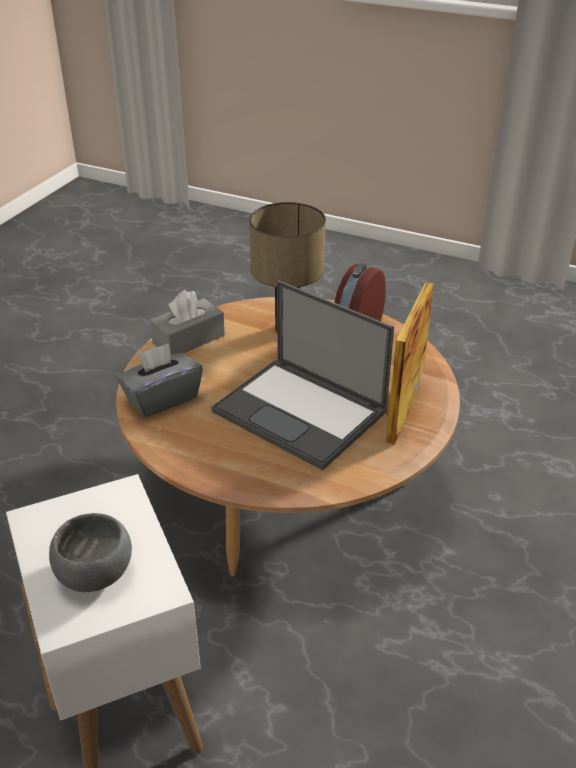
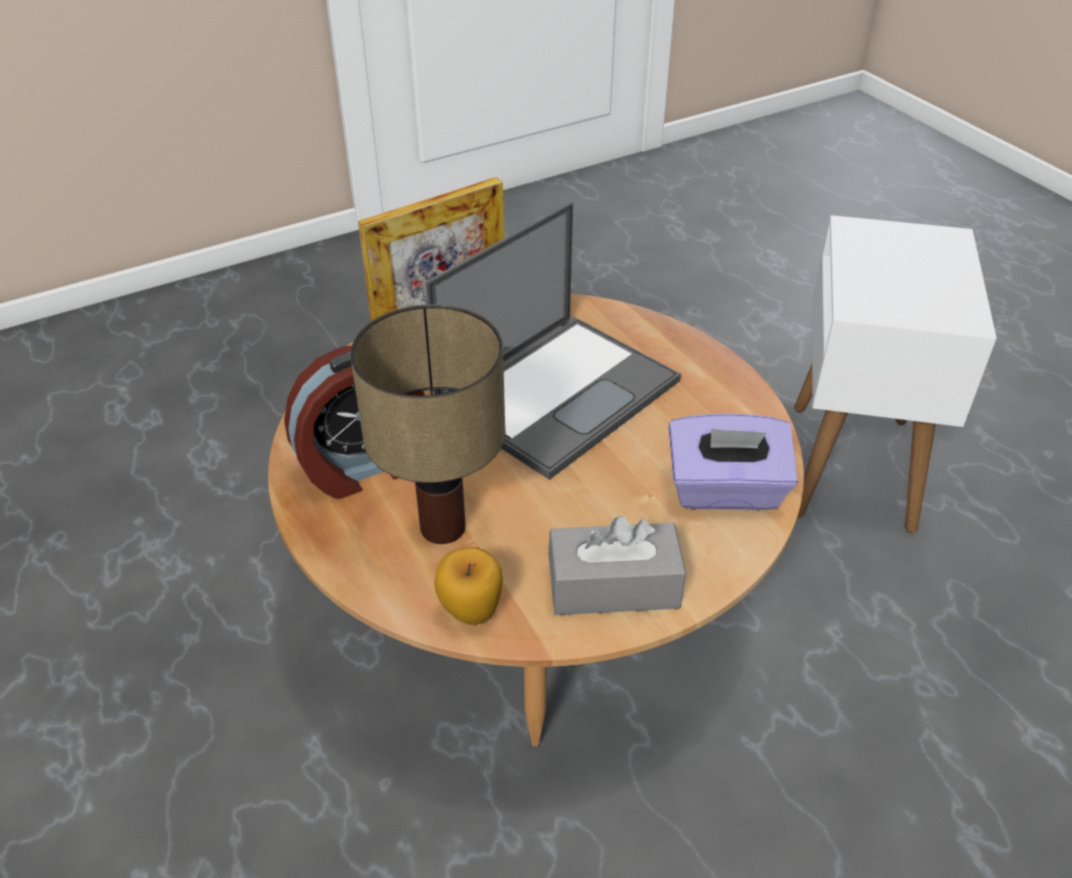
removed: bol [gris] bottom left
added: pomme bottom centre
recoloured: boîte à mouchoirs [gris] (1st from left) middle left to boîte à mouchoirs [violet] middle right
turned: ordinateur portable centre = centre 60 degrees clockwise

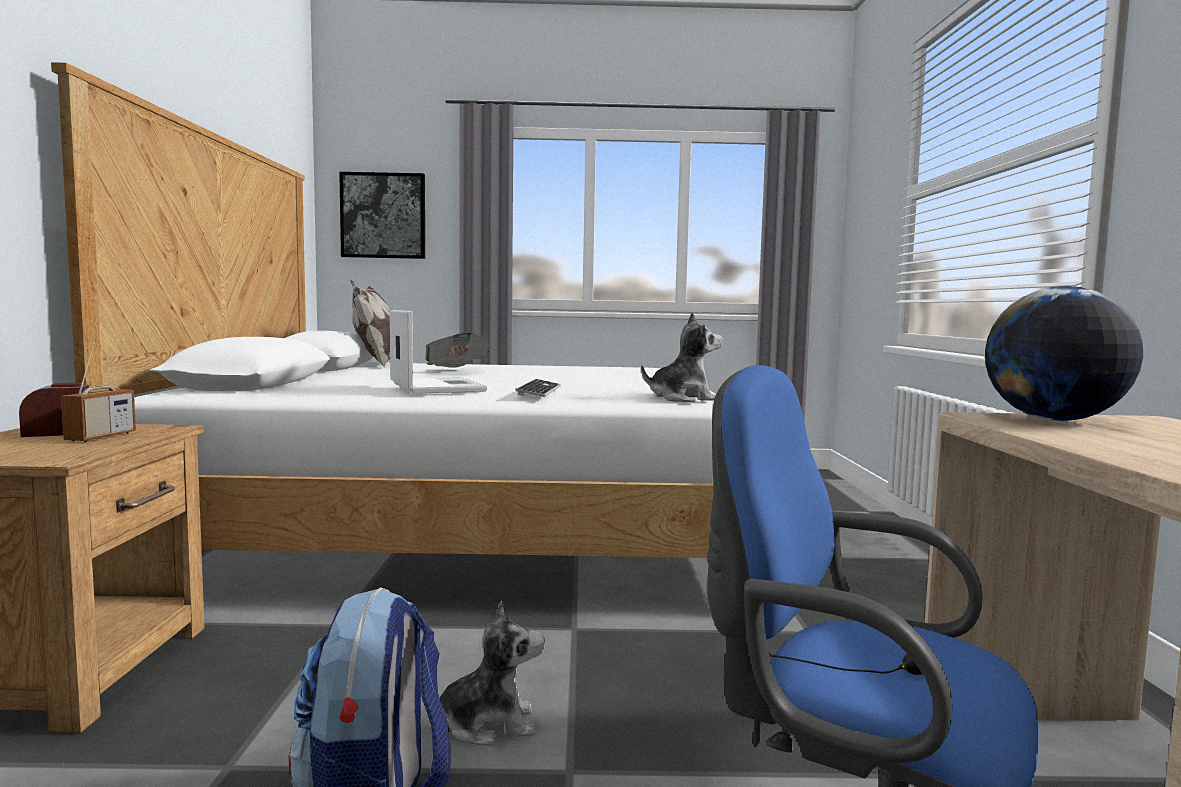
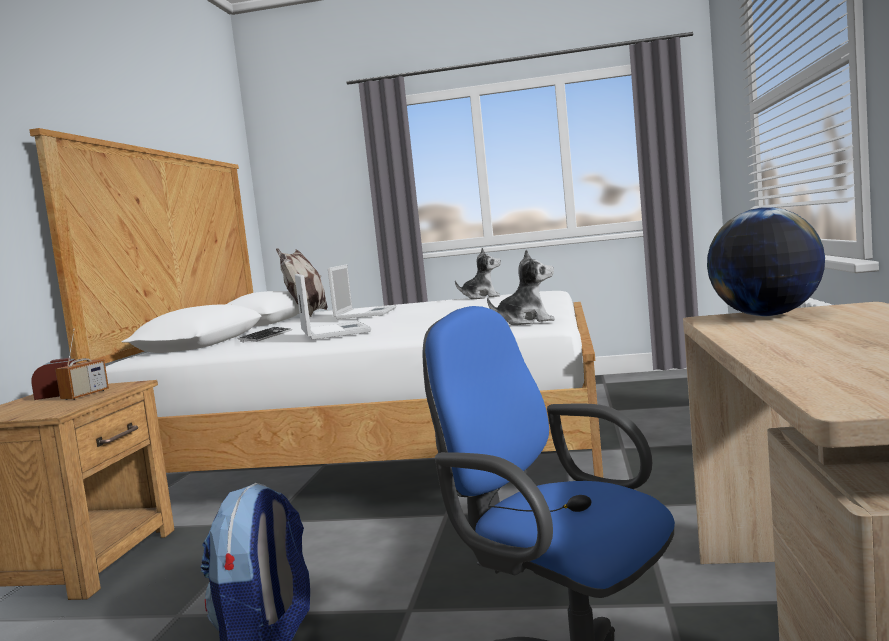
removed: tableau top left
moved: peluche (1st from left) bottom centre to centre; clavier centre to middle left
replaced: journal centre to ordinateur portable (2nd from left) centre

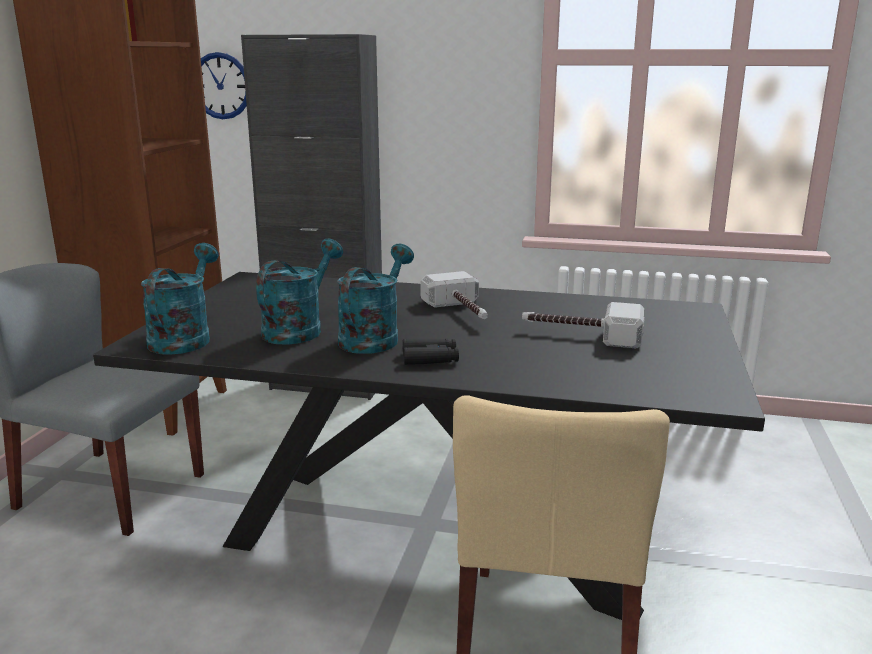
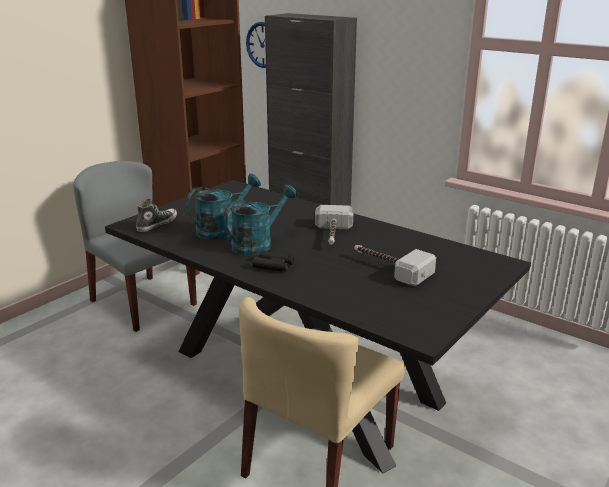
replaced: arrosoir [turquoise] (1st from left) middle left to chaussure middle left

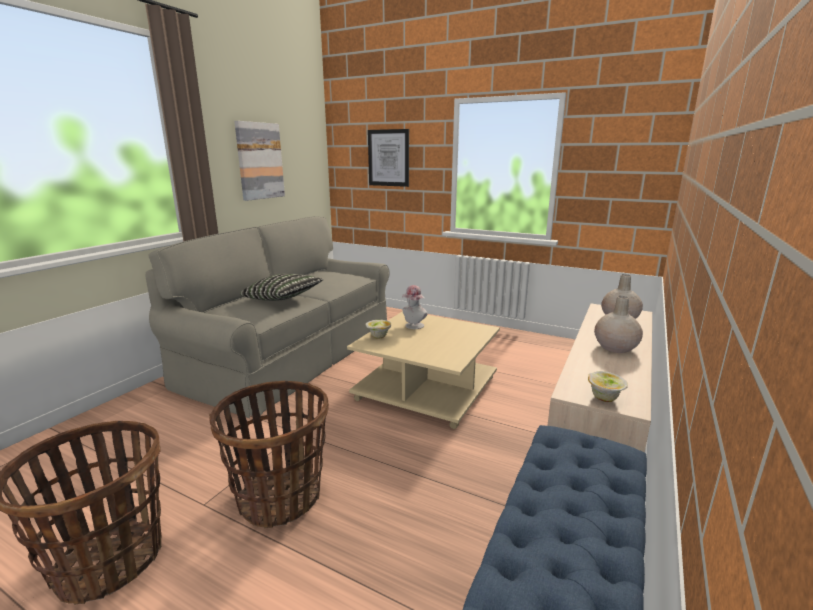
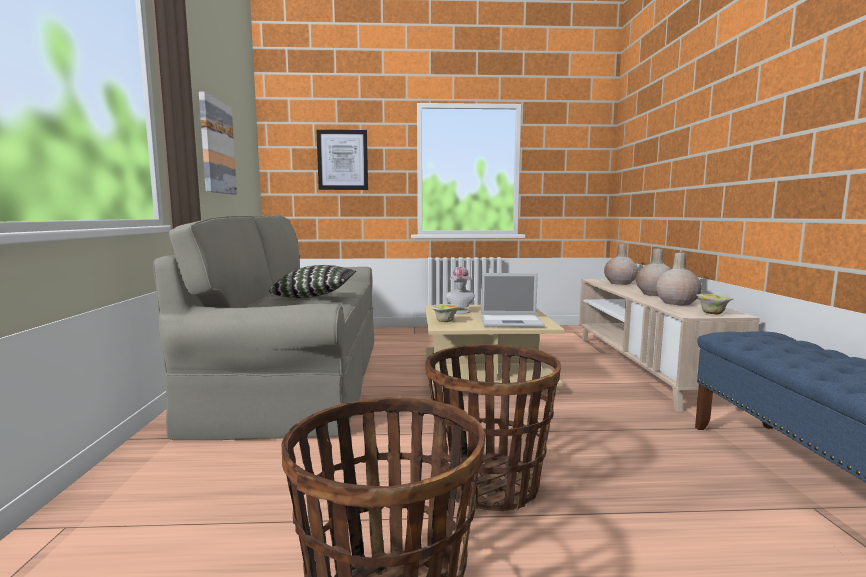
added: ordinateur portable centre; vase [beige] (3rd from left) middle right

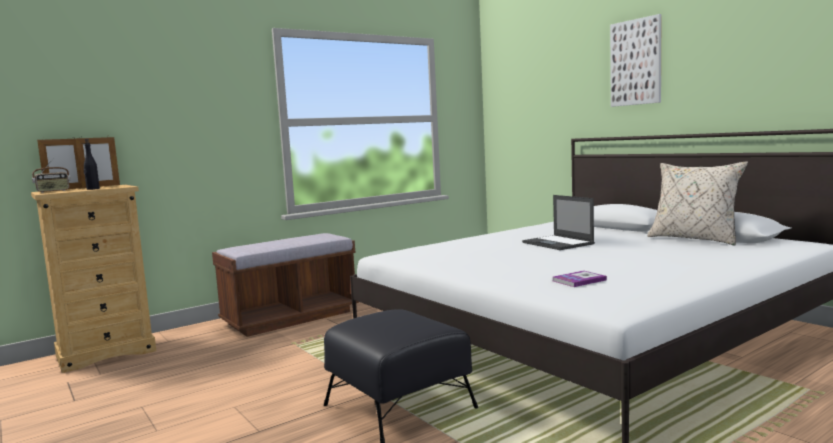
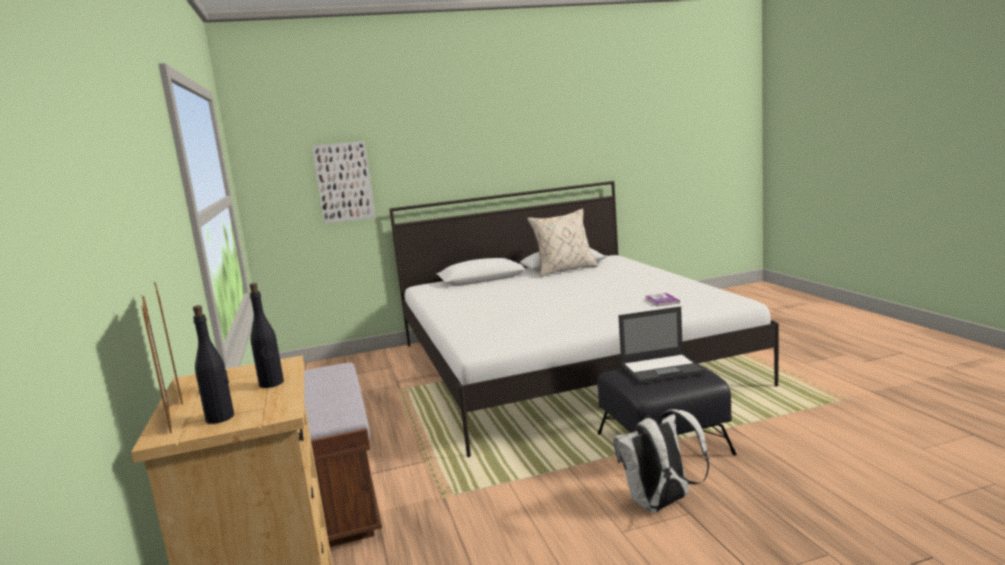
added: sac à dos [blanc] bottom centre
moved: ordinateur portable middle right to centre; tableau top right to top centre
replaced: radio middle left to bouteille [noir] (1st from left) middle left

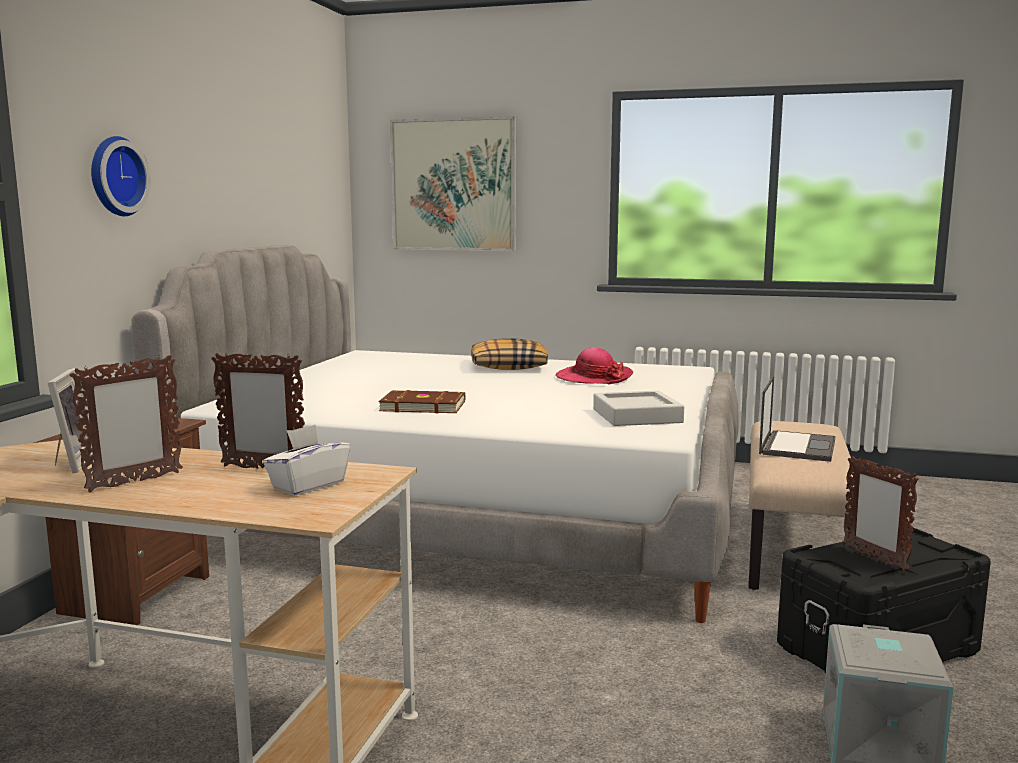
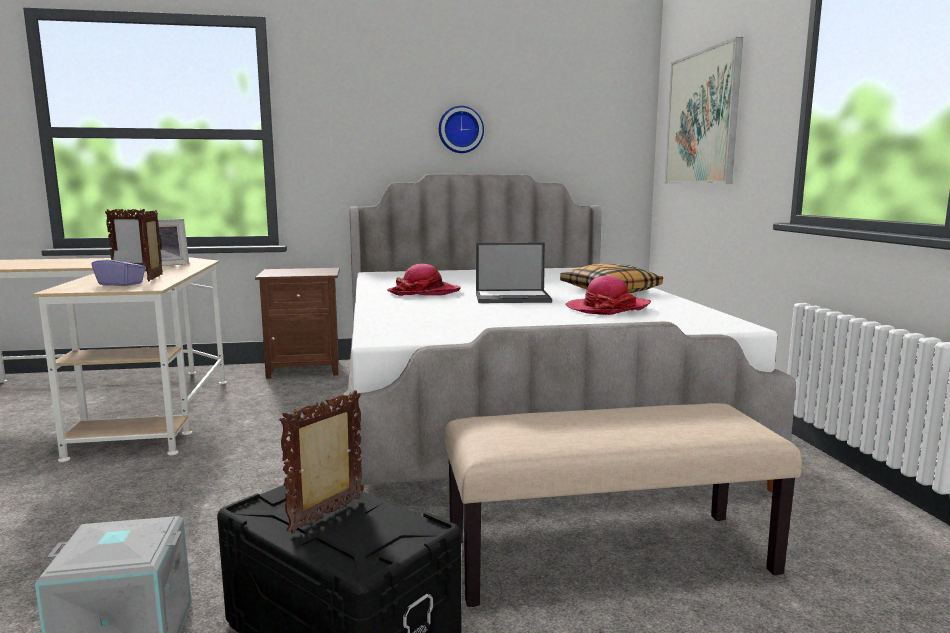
removed: plateau [gris] centre
moved: horloge murale top left to top centre; ordinateur portable middle right to centre
replaced: livre [marron] centre to chapeau (1st from left) centre
recoloured: boîte à mouchoirs [blanc] middle left to boîte à mouchoirs [violet] middle left

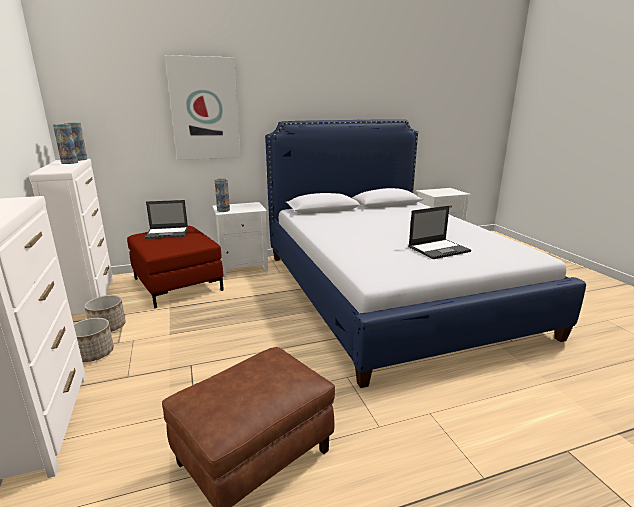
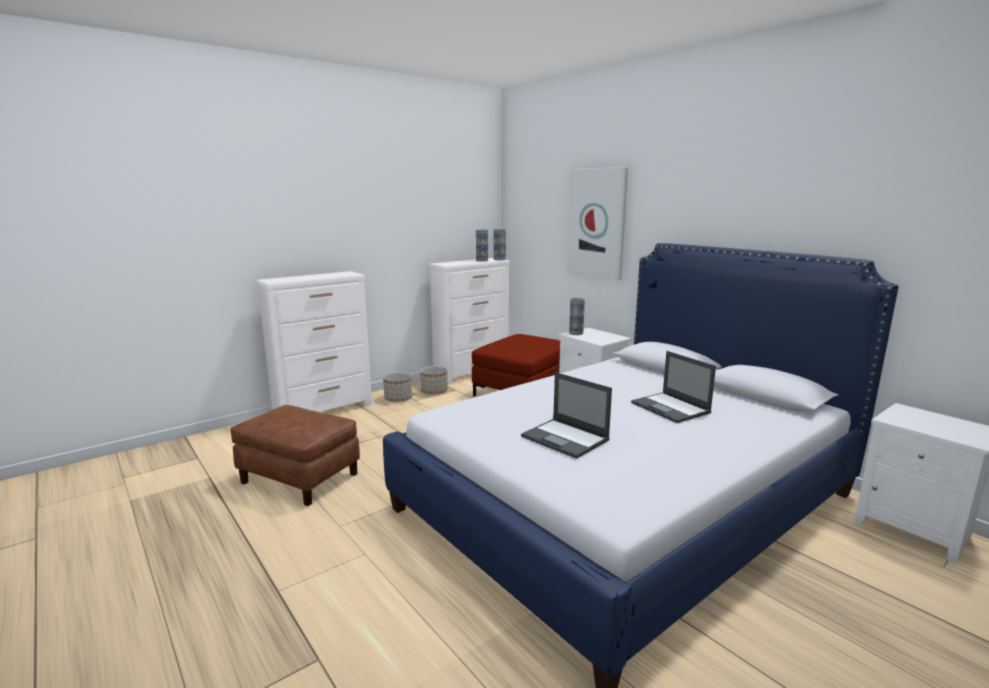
moved: ordinateur portable (1st from left in the first image) middle left to ordinateur portable (2nd from left) middle right

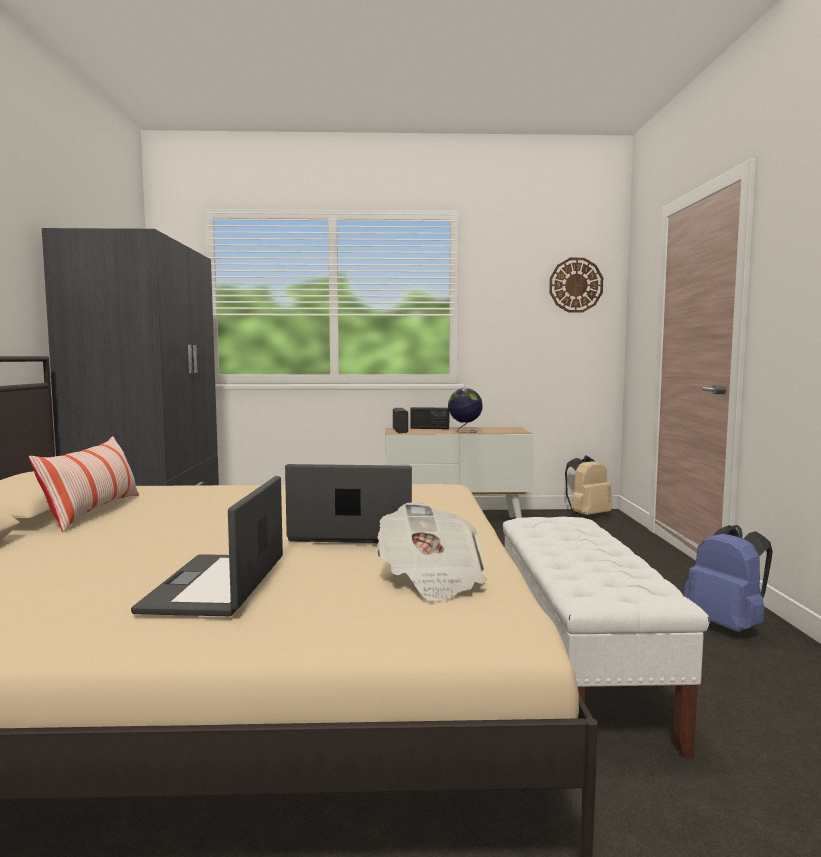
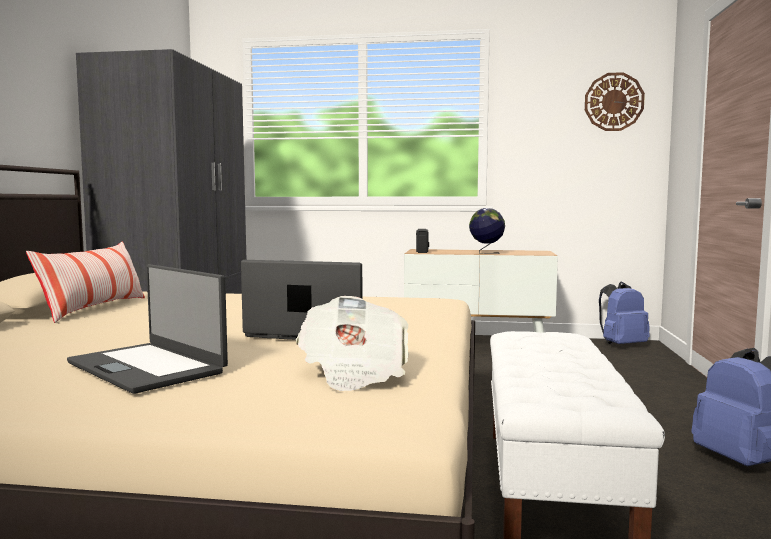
removed: radio (2nd from left) centre
recoloured: sac à dos [beige] middle right to sac à dos [bleu] (1st from left) middle right
turned: ordinateur portable (1st from left) middle left = middle left 60 degrees counterclockwise

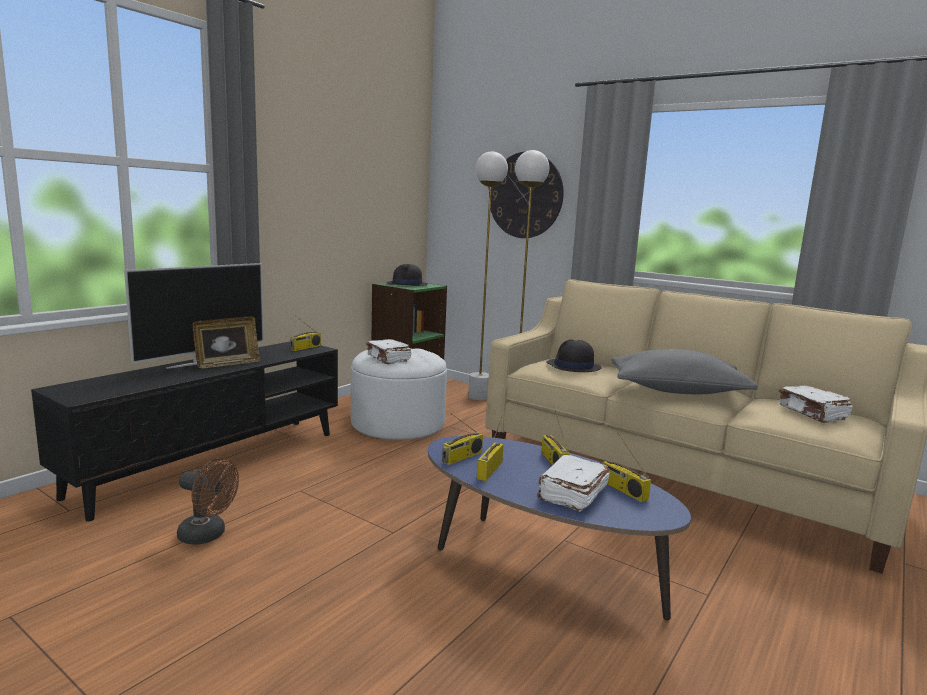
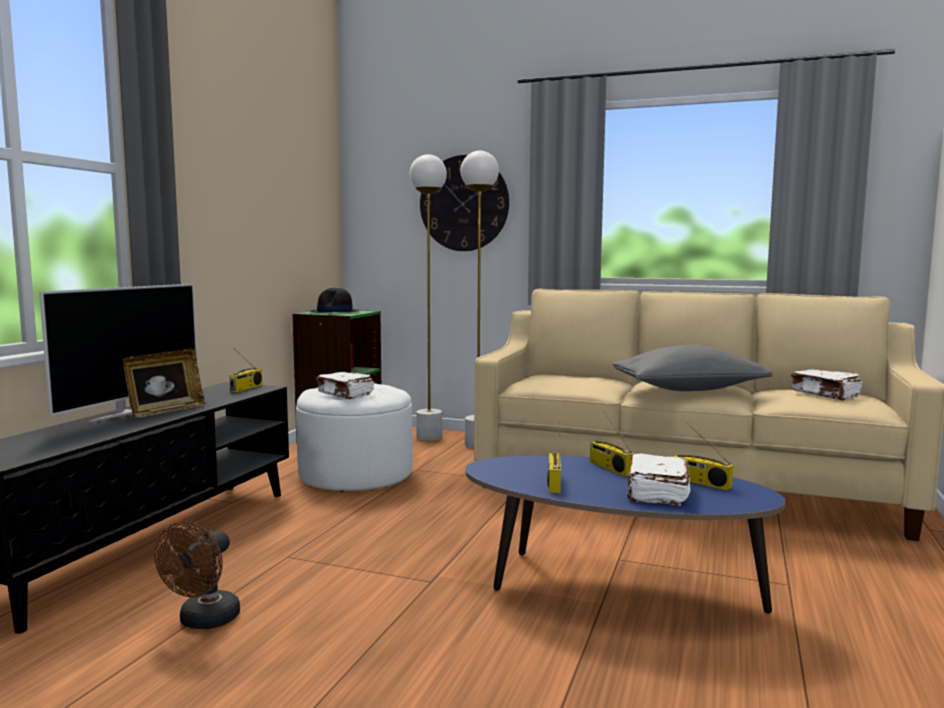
removed: radio (2nd from left) centre; chapeau [noir] (2nd from left) centre
turned: ventilateur [marron] bottom left = bottom left 105 degrees clockwise

